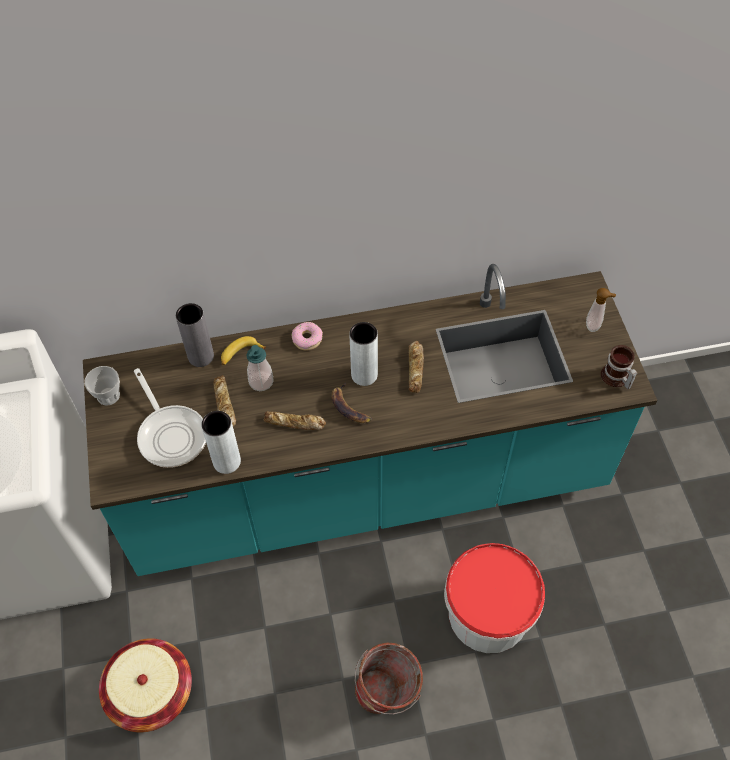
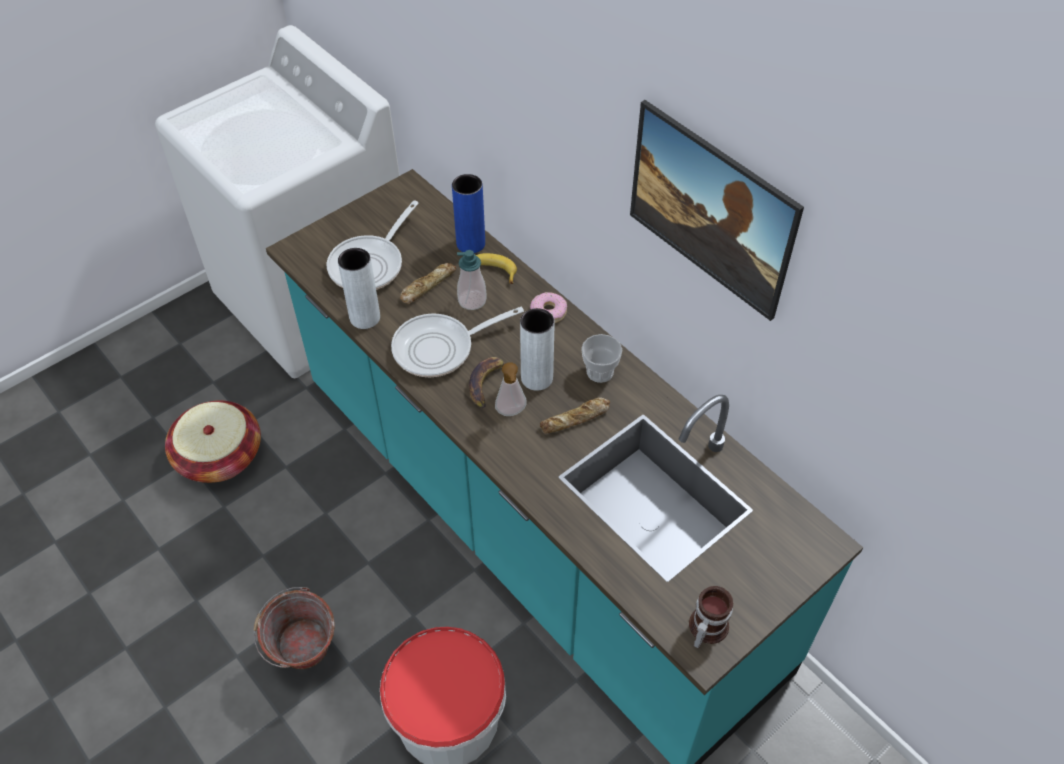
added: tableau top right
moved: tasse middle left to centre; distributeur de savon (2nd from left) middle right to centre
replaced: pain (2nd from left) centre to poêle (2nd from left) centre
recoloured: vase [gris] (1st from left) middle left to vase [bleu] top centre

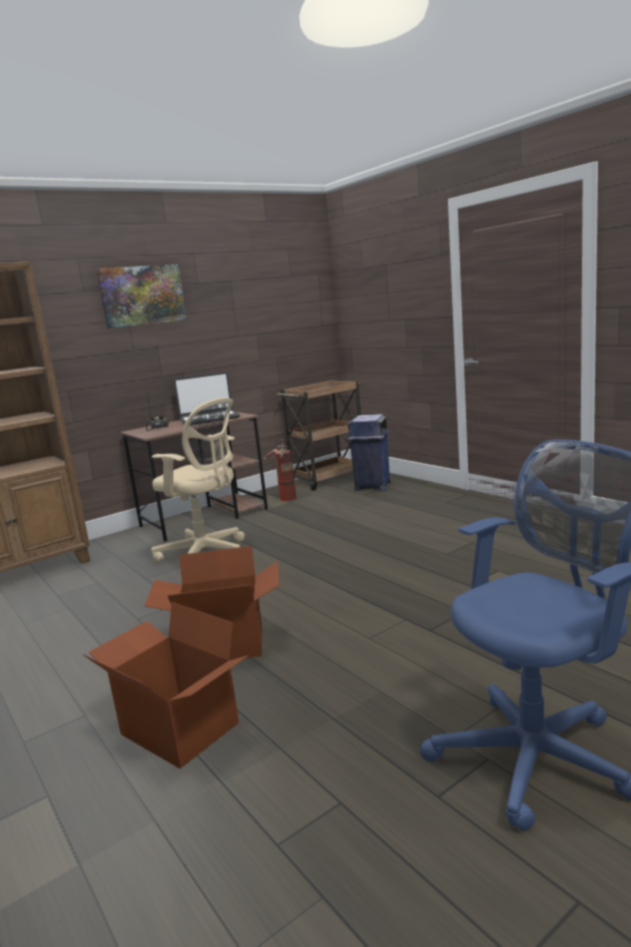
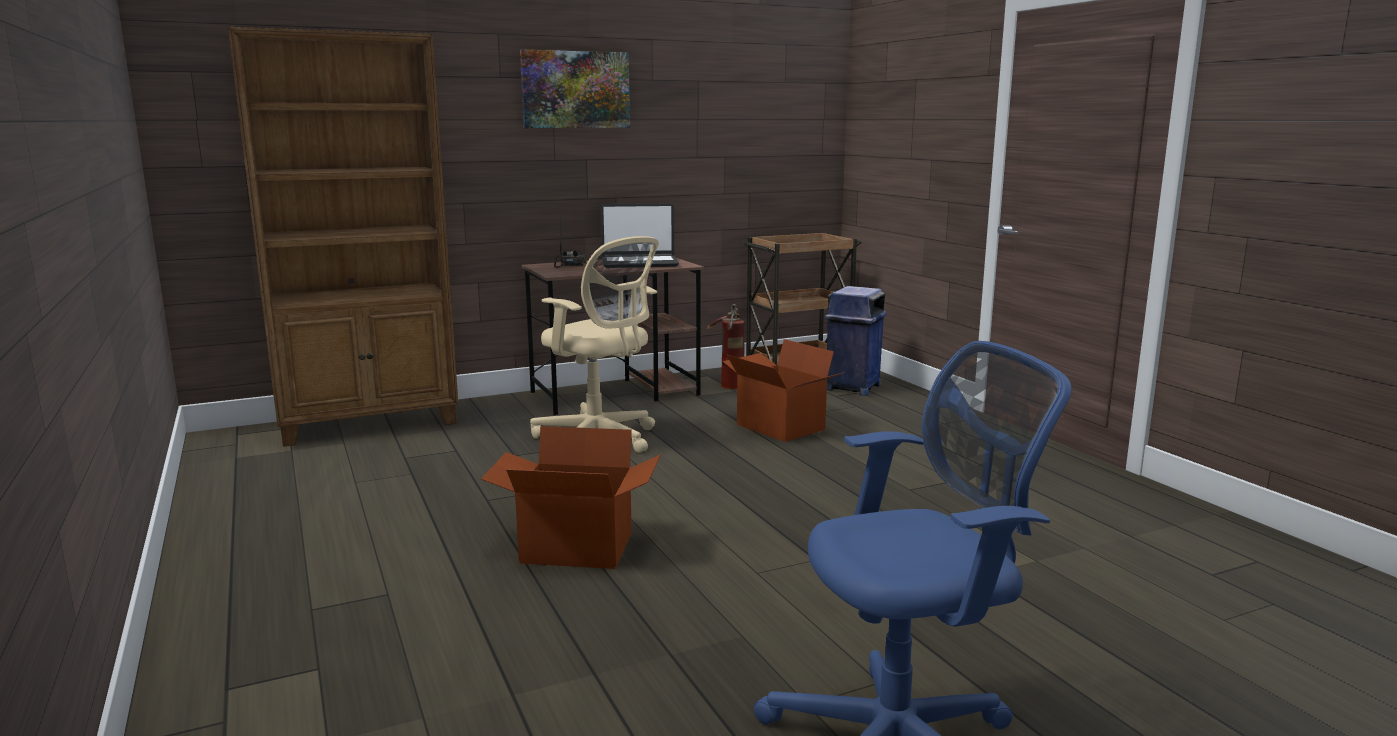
moved: carton (1st from left in the first image) bottom left to carton (2nd from left) centre

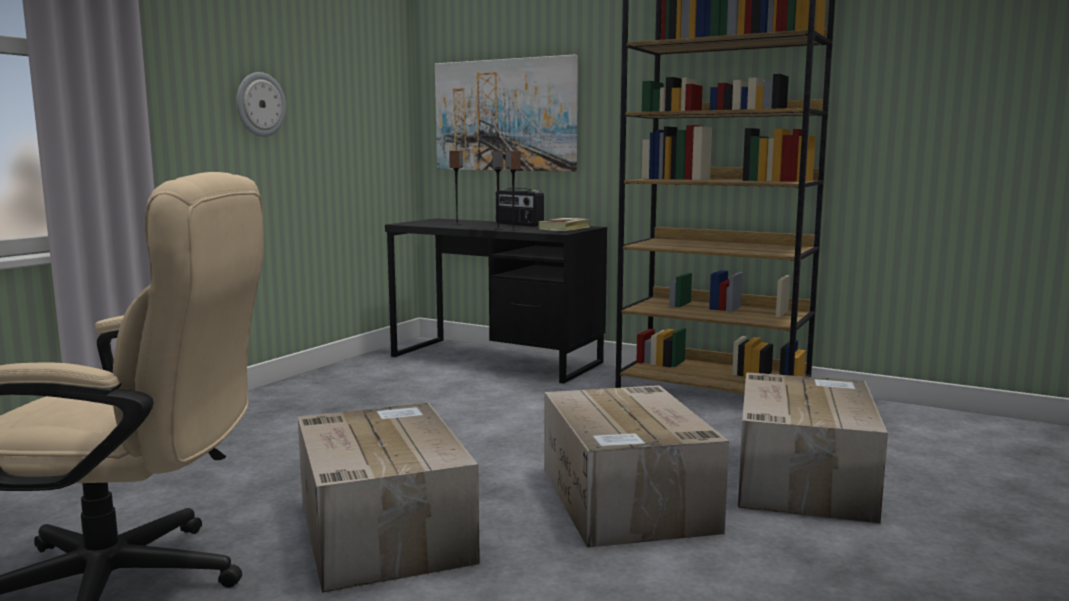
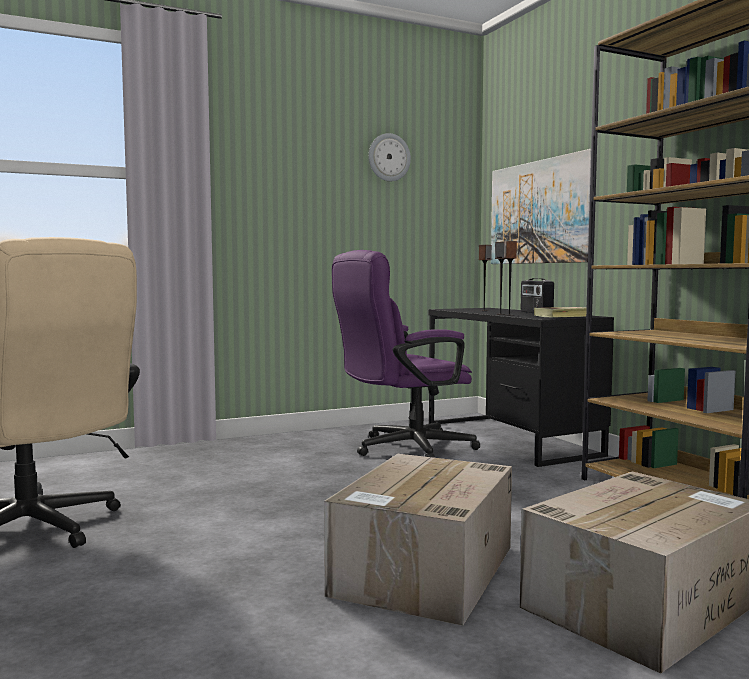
removed: carton (1st from left) bottom centre
added: chaise de bureau [violet] centre
moved: horloge murale top left to top centre

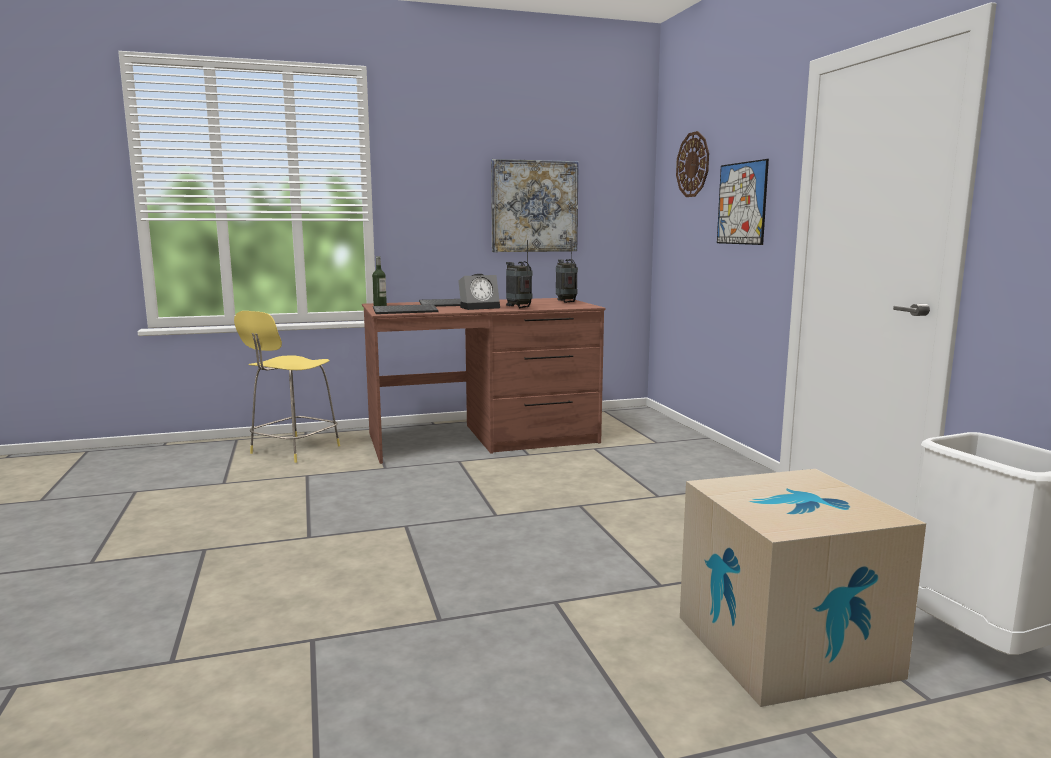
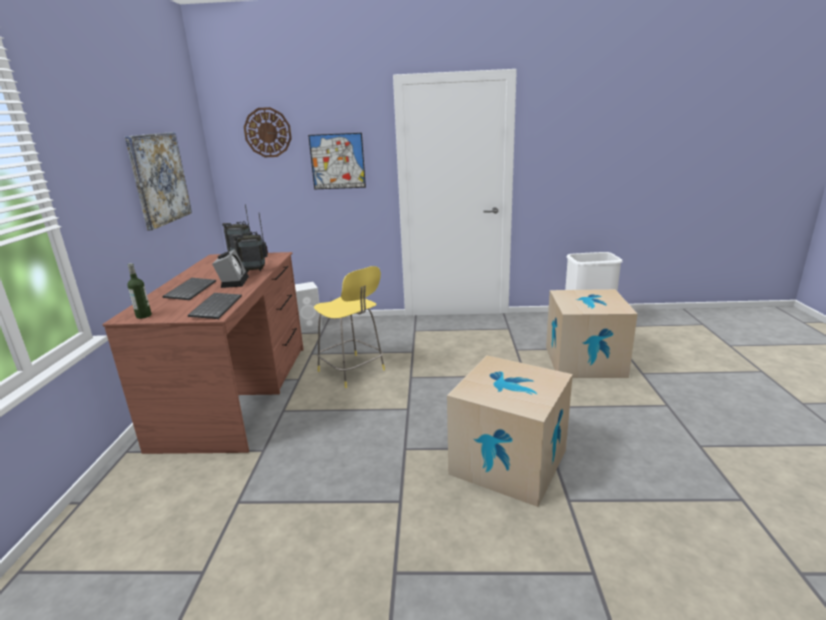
added: enceinte [blanc] centre; carton (1st from left) bottom centre
moved: tabouret [jaune] middle left to centre

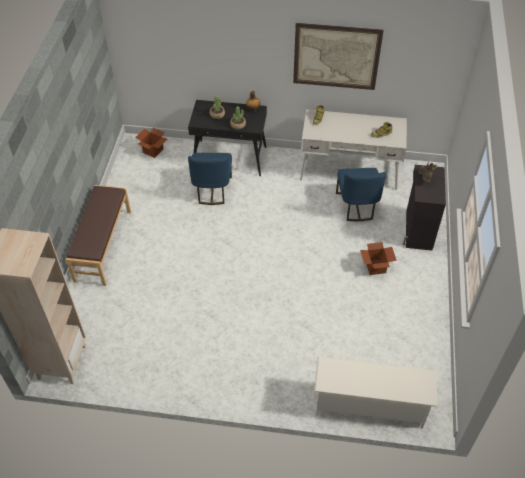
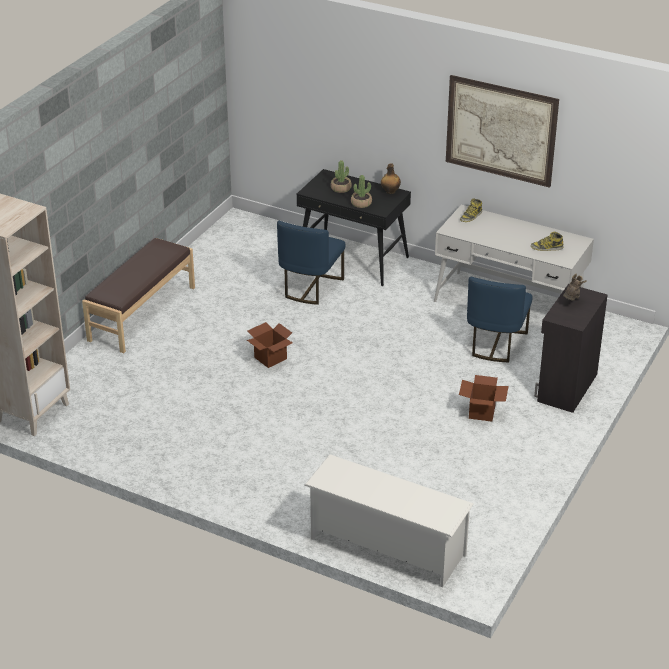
moved: carton (1st from left) top left to centre

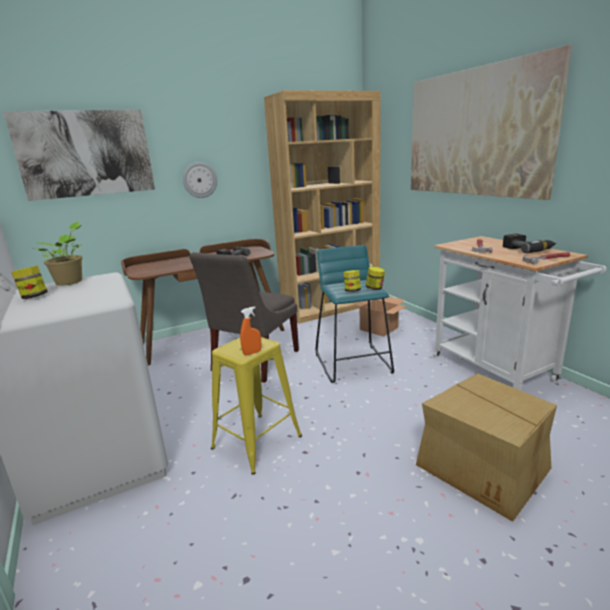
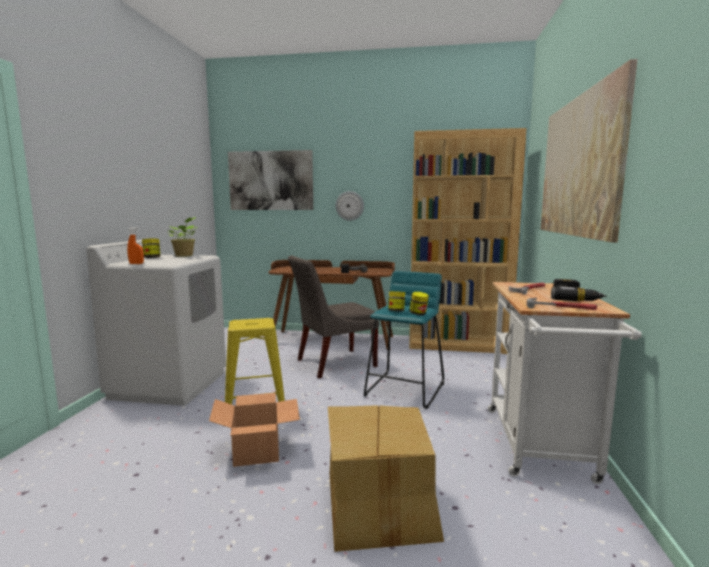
moved: vaporisateur [orange] centre to middle left; carton (1st from left) centre to bottom centre

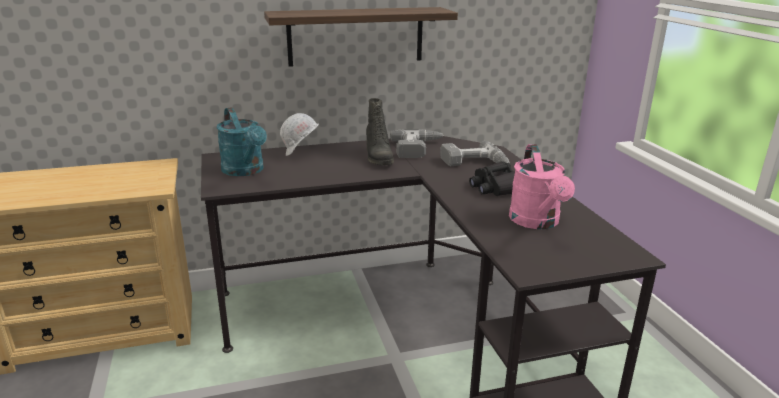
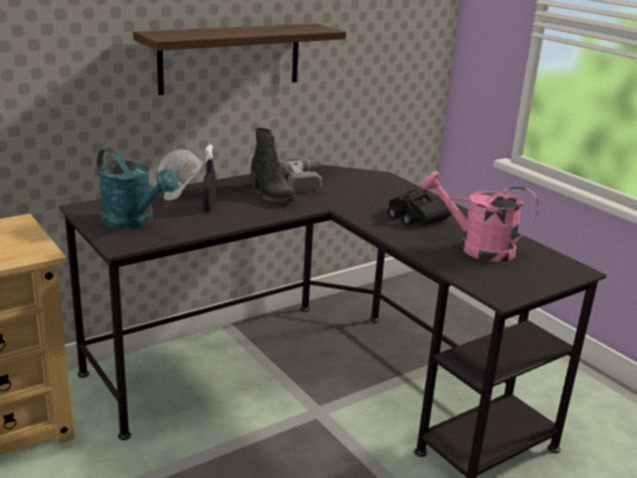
removed: perceuse (2nd from left) centre
added: vaporisateur [noir] middle left
turned: arrosoir [rose] middle right = middle right 135 degrees clockwise

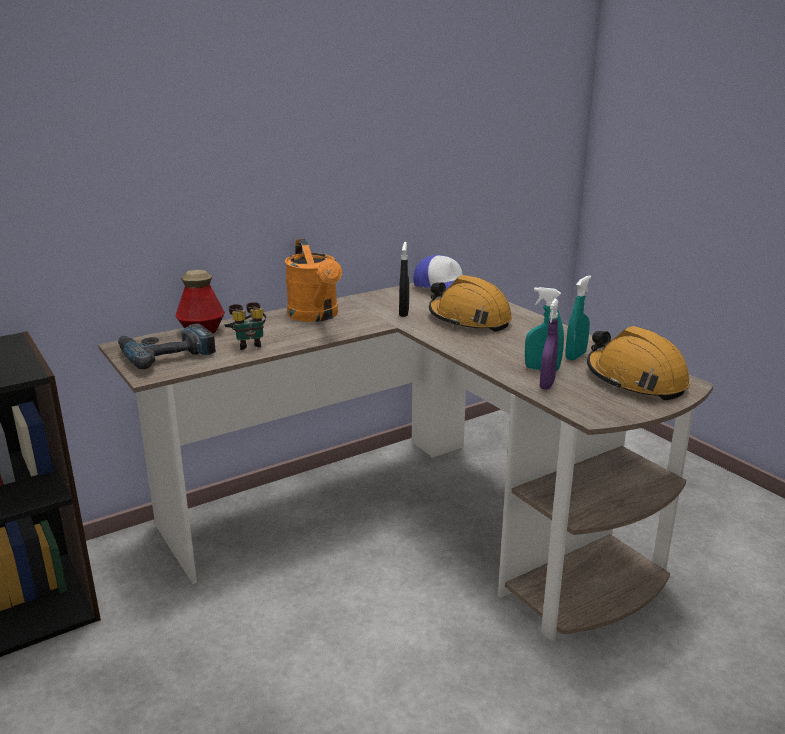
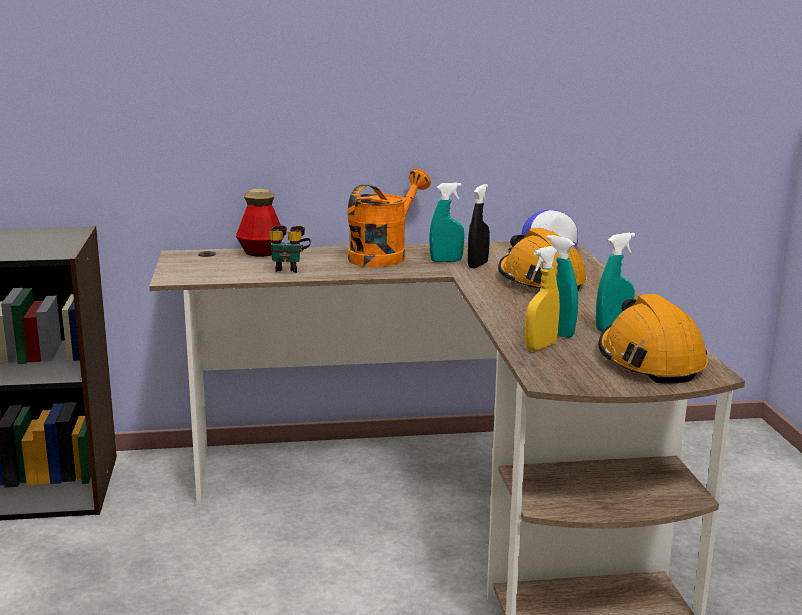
removed: perceuse middle left
added: vaporisateur [turquoise] (1st from left) centre
recoloured: vaporisateur [violet] middle right to vaporisateur [jaune] middle right
turned: arrosoir [orange] centre = centre 150 degrees counterclockwise

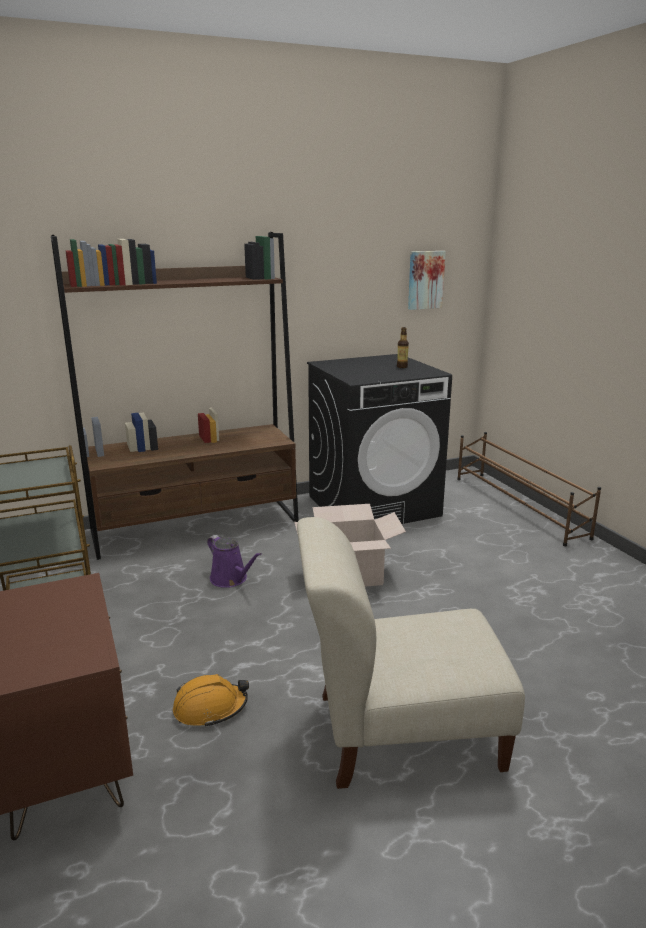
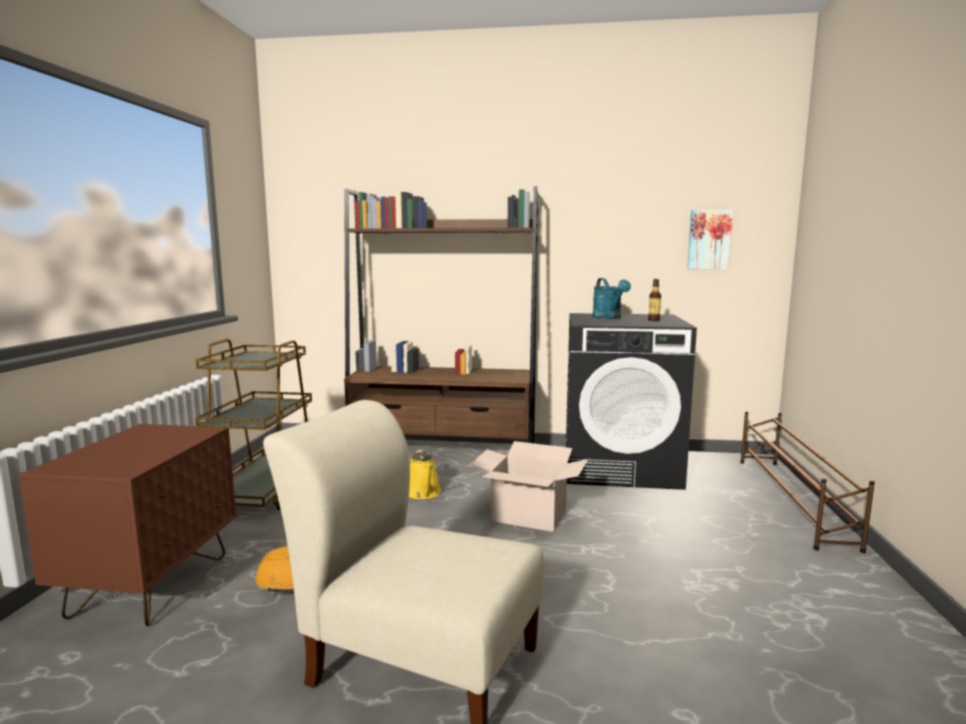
added: arrosoir [turquoise] centre
recoloured: arrosoir [violet] centre to arrosoir [jaune] centre

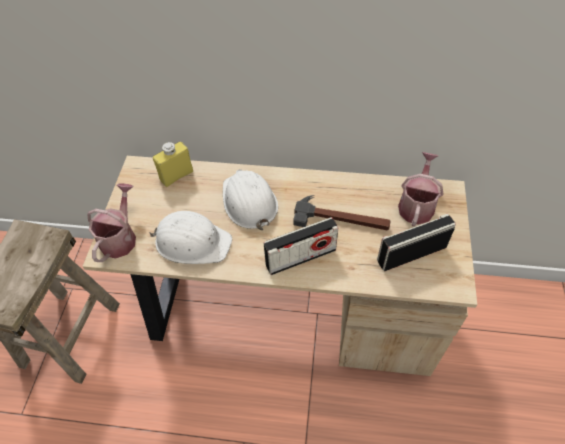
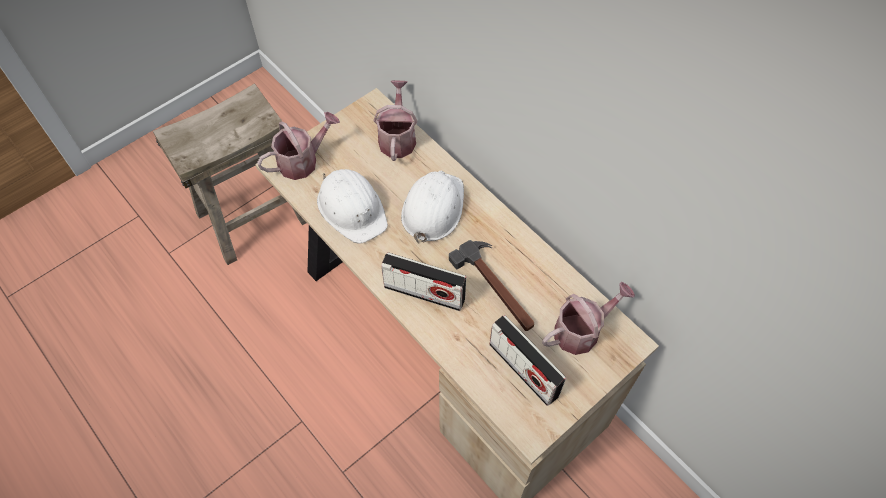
replaced: bouteille [jaune] middle left to arrosoir (2nd from left) top centre
turned: radio (2nd from left) middle right = bottom centre 150 degrees counterclockwise

